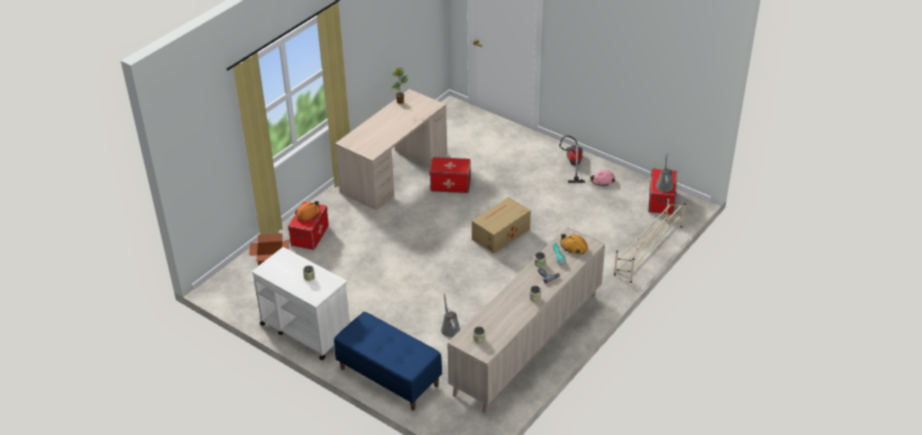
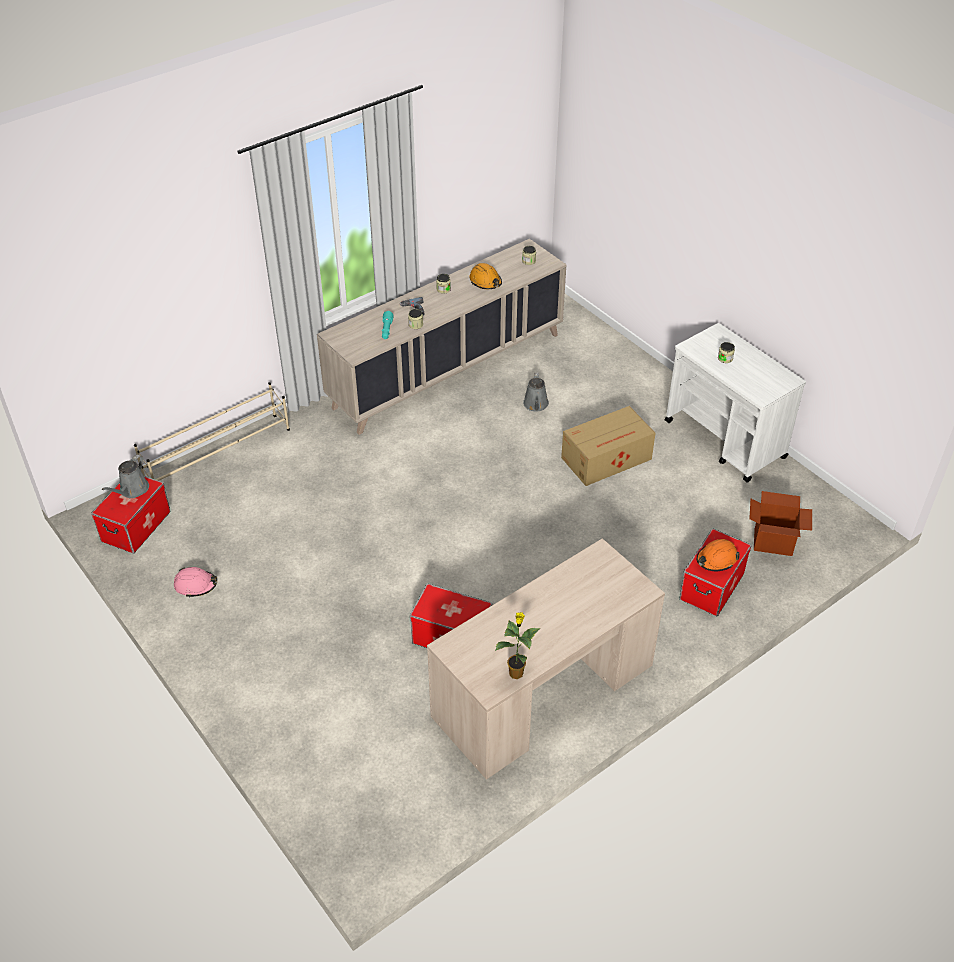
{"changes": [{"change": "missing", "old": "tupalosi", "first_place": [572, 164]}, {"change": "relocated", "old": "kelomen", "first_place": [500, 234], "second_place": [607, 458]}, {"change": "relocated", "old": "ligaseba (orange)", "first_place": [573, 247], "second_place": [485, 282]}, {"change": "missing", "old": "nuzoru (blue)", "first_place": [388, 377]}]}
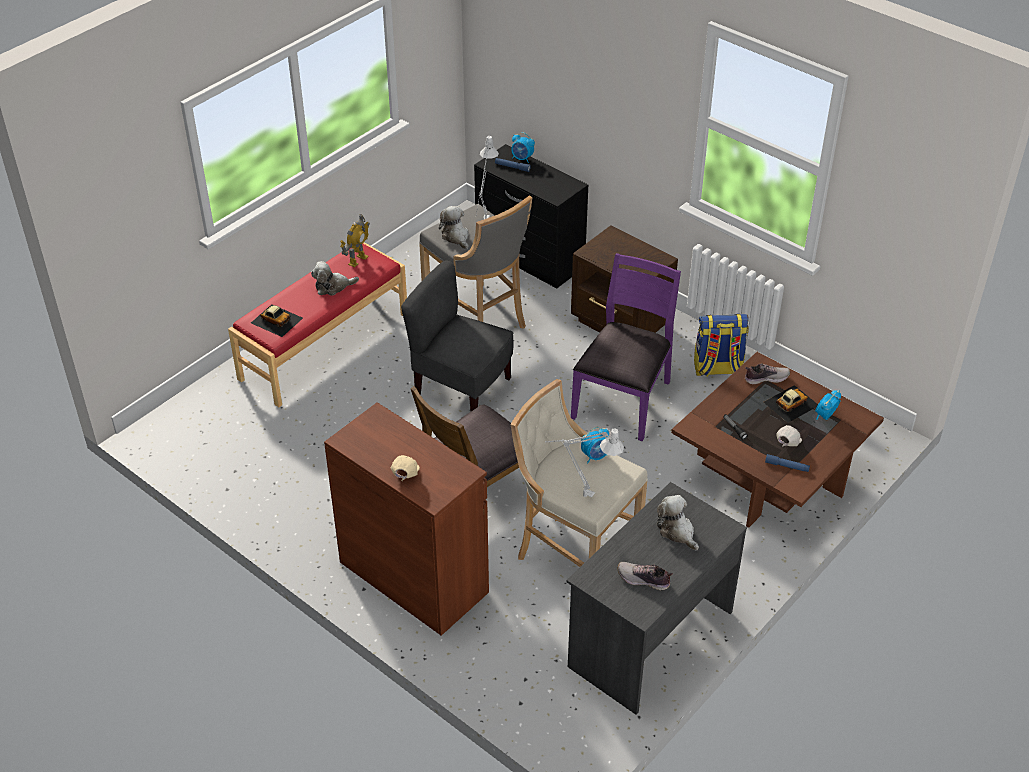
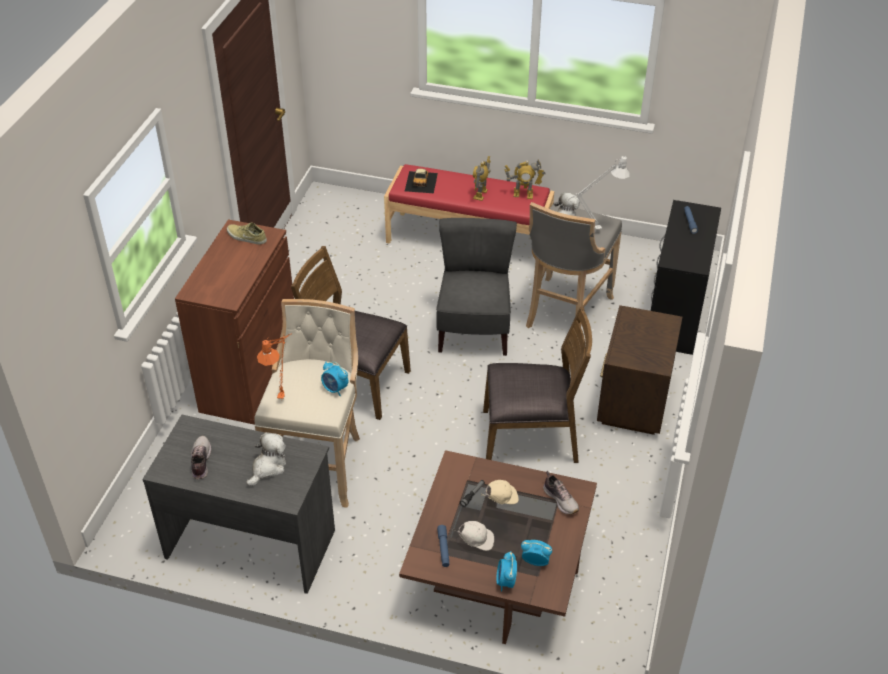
{"changes": [{"change": "relocated", "old": "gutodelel", "first_place": [522, 159], "second_place": [506, 582]}, {"change": "colour", "old": "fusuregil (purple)", "new": "fusuregil (brown)", "first_place": [623, 400], "second_place": [530, 437]}, {"change": "exchanged", "old": "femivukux", "new": "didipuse", "first_place": [333, 286], "second_place": [481, 194]}, {"change": "missing", "old": "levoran", "first_place": [717, 369]}, {"change": "missing", "old": "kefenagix", "first_place": [790, 403]}, {"change": "colour", "old": "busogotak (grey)", "new": "busogotak (orange)", "first_place": [580, 494], "second_place": [284, 393]}, {"change": "relocated", "old": "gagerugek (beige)", "first_place": [405, 475], "second_place": [501, 498]}, {"change": "appeared", "new": "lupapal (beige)", "second_place": [246, 237]}]}
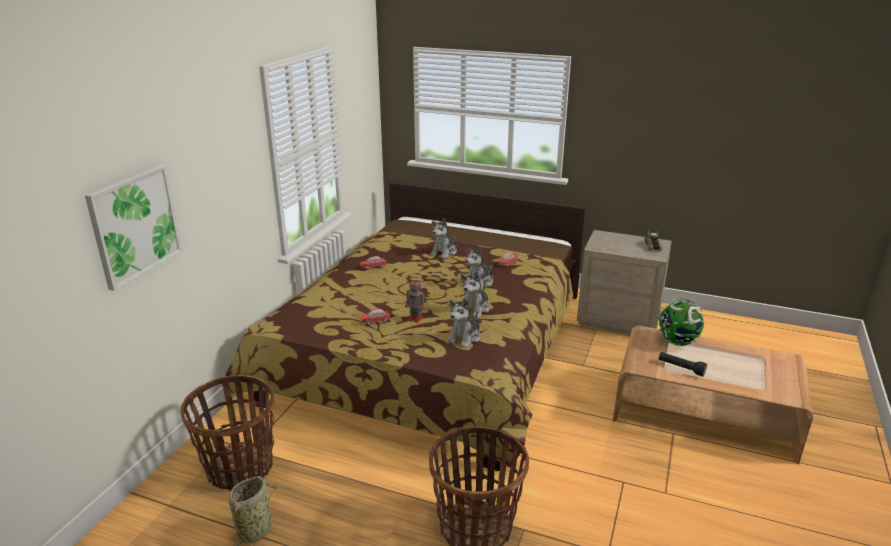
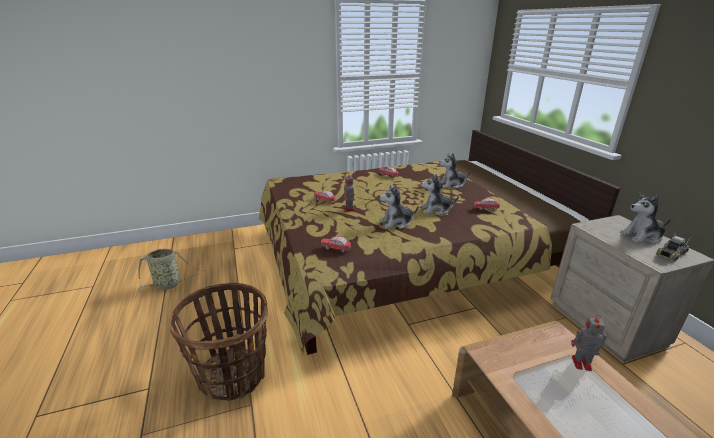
{"changes": [{"change": "missing", "old": "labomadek", "first_place": [135, 225]}, {"change": "relocated", "old": "femivukux", "first_place": [465, 337], "second_place": [642, 236]}, {"change": "exchanged", "old": "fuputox", "new": "didipuse", "first_place": [677, 341], "second_place": [580, 363]}, {"change": "missing", "old": "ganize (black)", "first_place": [681, 368]}, {"change": "missing", "old": "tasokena", "first_place": [240, 468]}, {"change": "appeared", "new": "kefenagix", "second_place": [336, 249]}]}
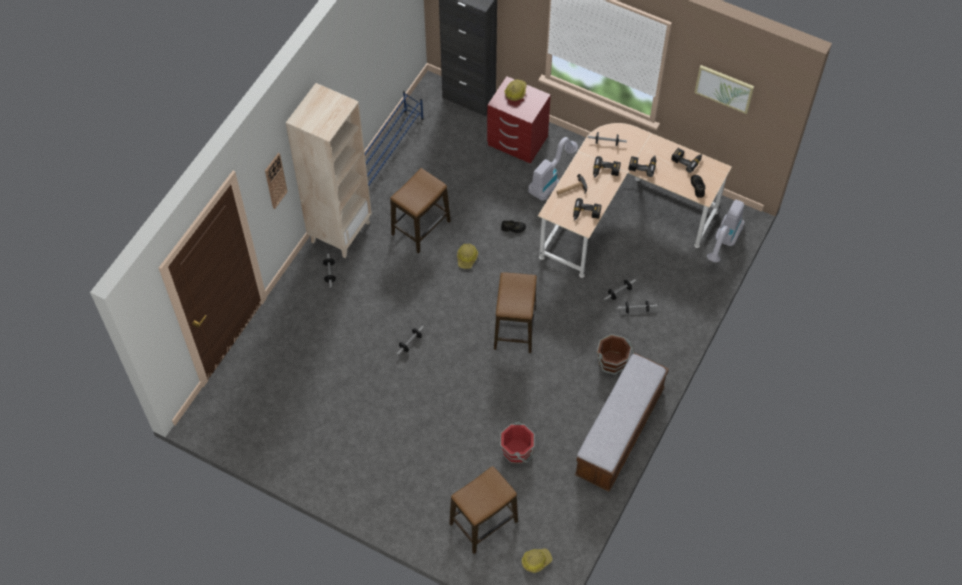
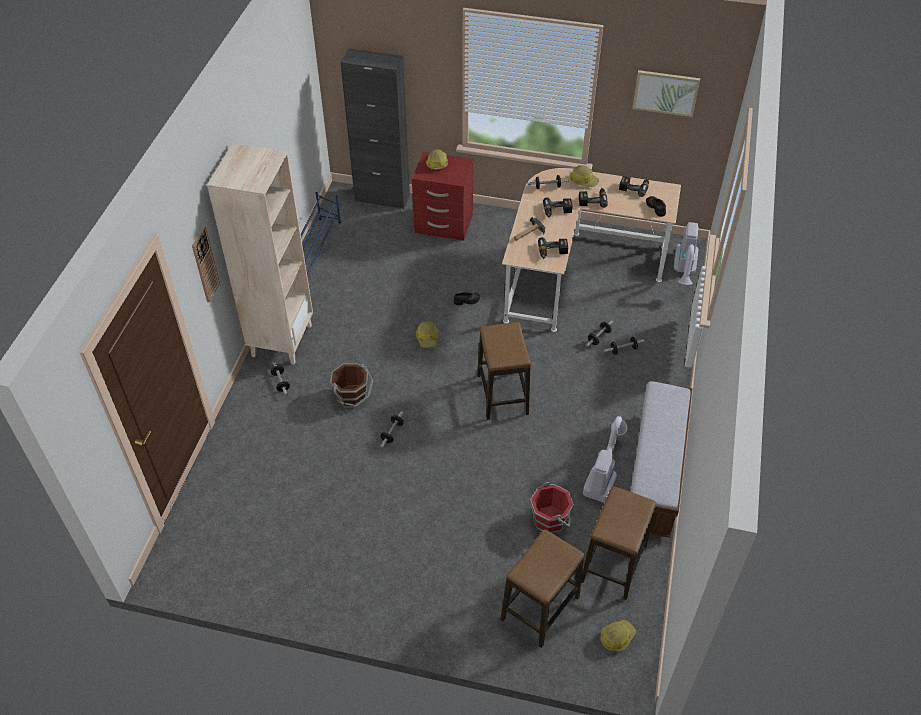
{"changes": [{"change": "relocated", "old": "tupalosi", "first_place": [550, 180], "second_place": [603, 474]}, {"change": "relocated", "old": "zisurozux", "first_place": [421, 228], "second_place": [613, 563]}, {"change": "relocated", "old": "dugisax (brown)", "first_place": [612, 362], "second_place": [352, 396]}, {"change": "appeared", "new": "ligaseba", "second_place": [583, 180]}]}
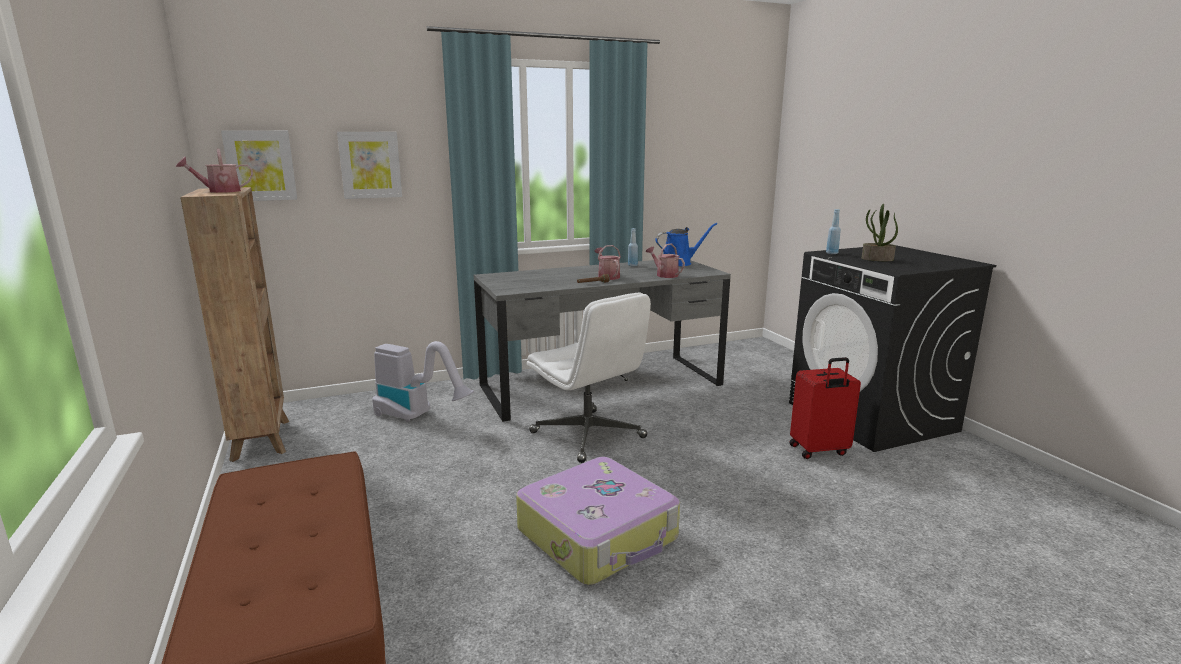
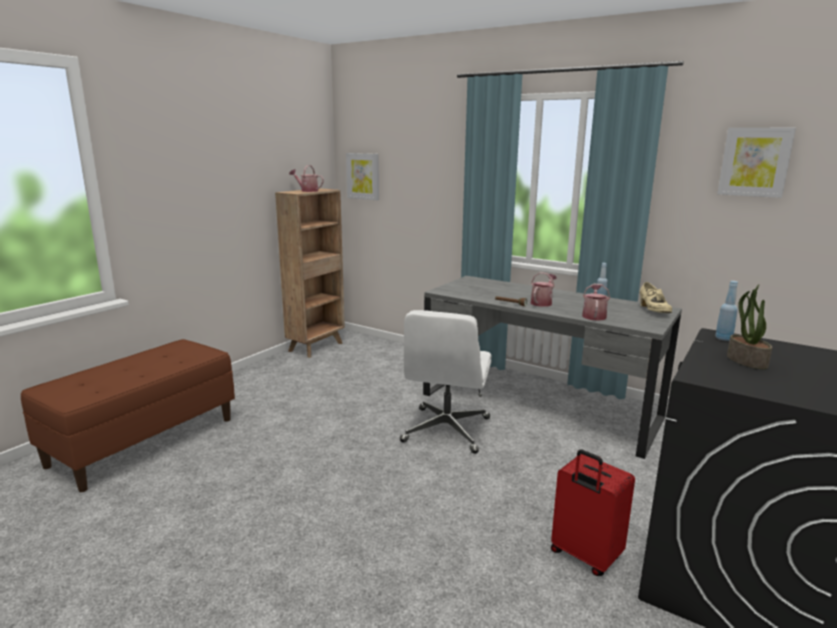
{"changes": [{"change": "relocated", "old": "labomadek", "first_place": [370, 165], "second_place": [755, 162]}, {"change": "exchanged", "old": "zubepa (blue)", "new": "lupapal (beige)", "first_place": [679, 263], "second_place": [653, 311]}, {"change": "missing", "old": "tupalosi", "first_place": [418, 416]}, {"change": "missing", "old": "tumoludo", "first_place": [599, 535]}]}
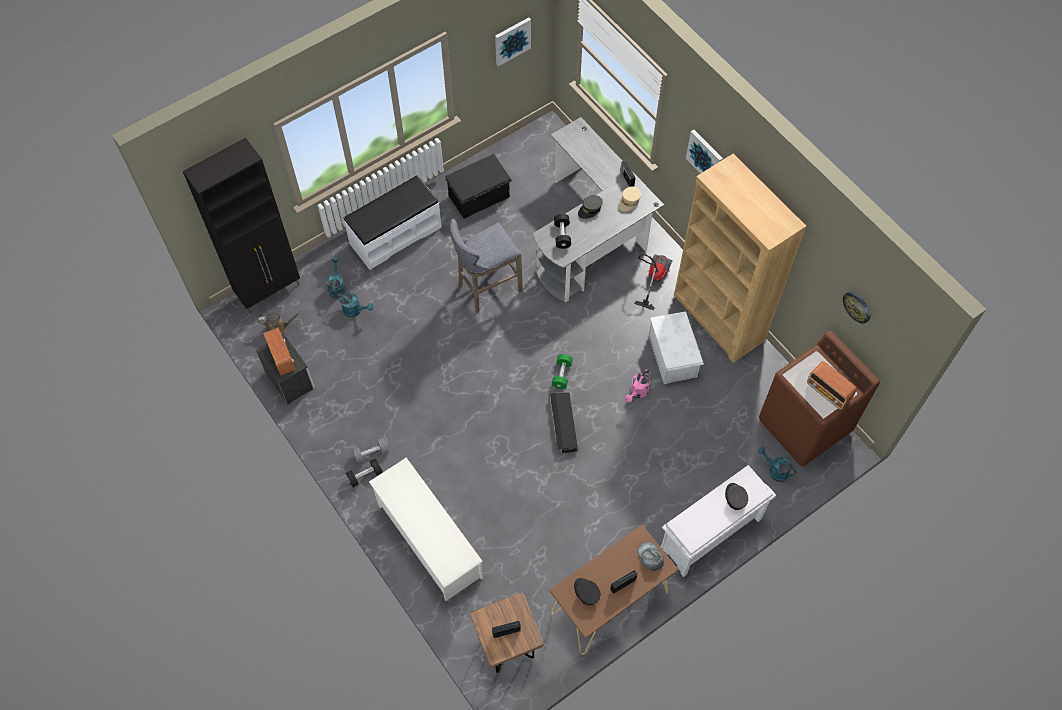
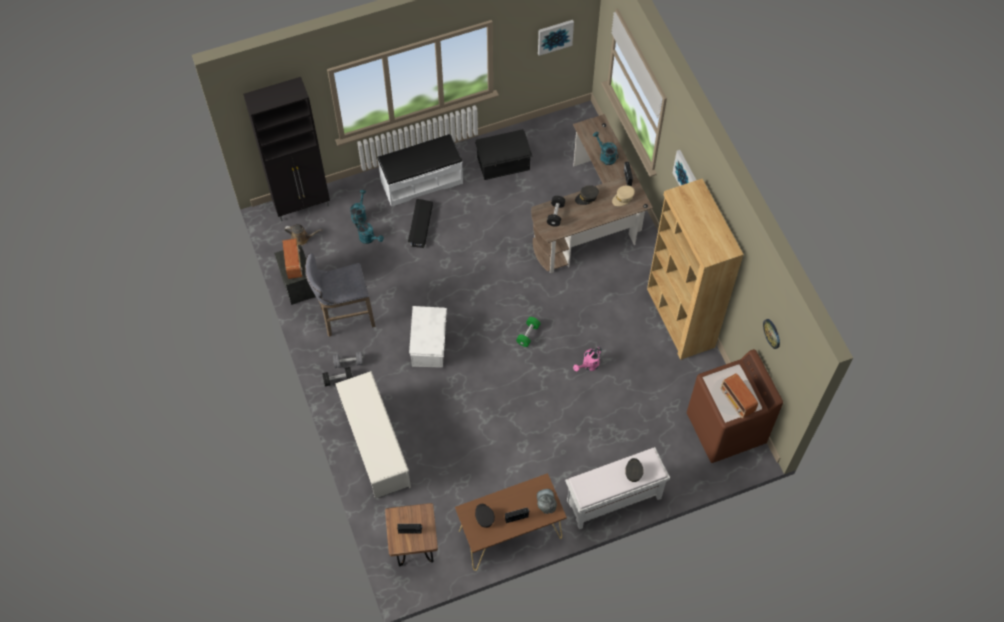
{"changes": [{"change": "colour", "old": "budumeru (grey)", "new": "budumeru (brown)", "first_place": [592, 236], "second_place": [591, 220]}, {"change": "relocated", "old": "zisurozux (grey)", "first_place": [487, 289], "second_place": [344, 317]}, {"change": "missing", "old": "tupalosi", "first_place": [653, 278]}, {"change": "relocated", "old": "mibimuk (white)", "first_place": [673, 355], "second_place": [429, 344]}, {"change": "relocated", "old": "mibimuk (black)", "first_place": [563, 424], "second_place": [420, 225]}, {"change": "relocated", "old": "zubepa (turquoise)", "first_place": [775, 470], "second_place": [605, 156]}]}
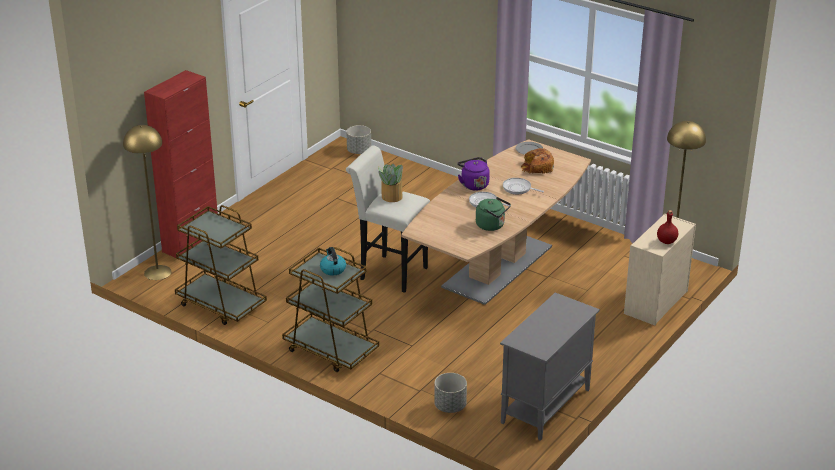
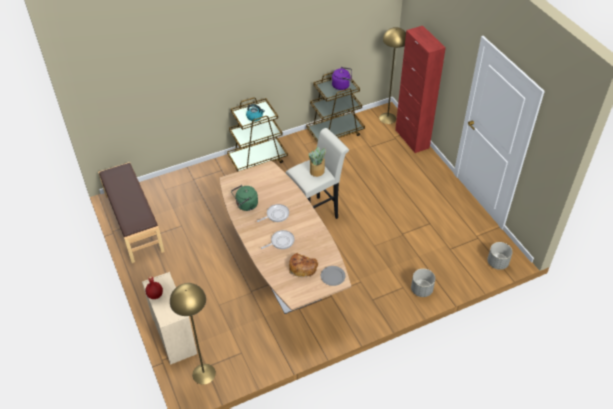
{"changes": [{"change": "relocated", "old": "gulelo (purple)", "first_place": [473, 184], "second_place": [342, 85]}, {"change": "exchanged", "old": "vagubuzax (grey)", "new": "nuzoru (brown)", "first_place": [545, 407], "second_place": [133, 223]}, {"change": "relocated", "old": "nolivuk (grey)", "first_place": [450, 406], "second_place": [421, 290]}]}
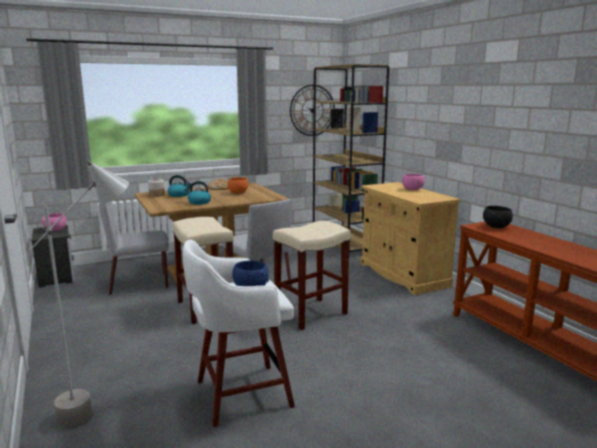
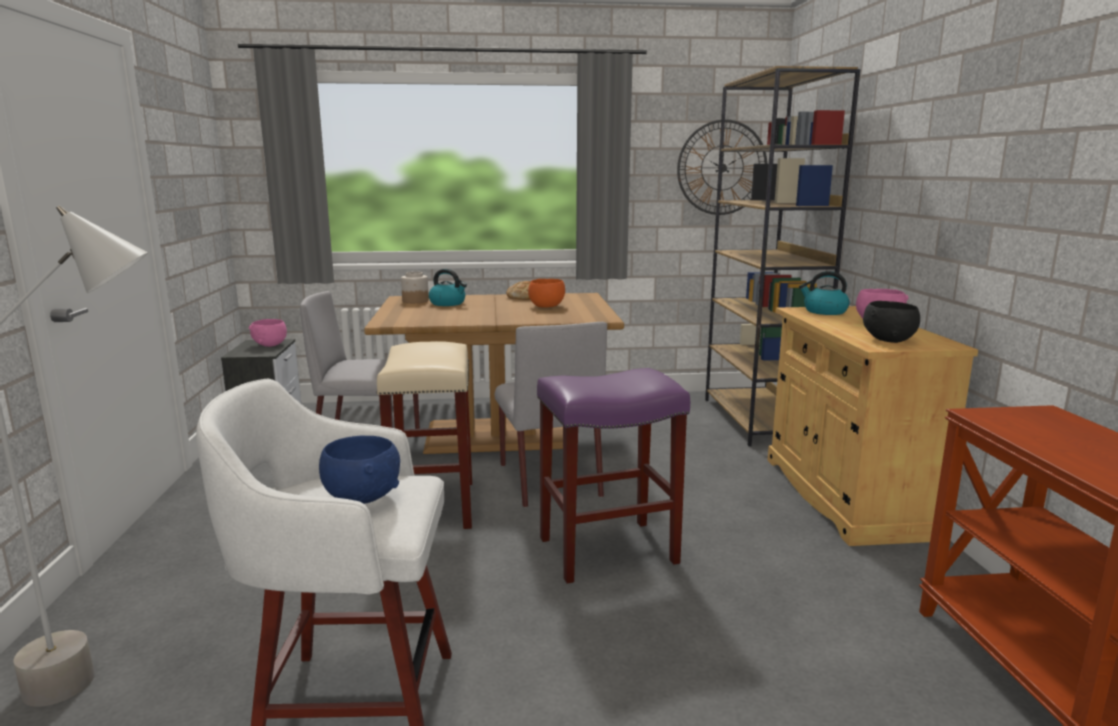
{"changes": [{"change": "relocated", "old": "gulelo", "first_place": [199, 202], "second_place": [824, 311]}, {"change": "relocated", "old": "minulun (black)", "first_place": [496, 227], "second_place": [889, 340]}, {"change": "colour", "old": "zisurozux (beige)", "new": "zisurozux (purple)", "first_place": [311, 313], "second_place": [609, 549]}]}
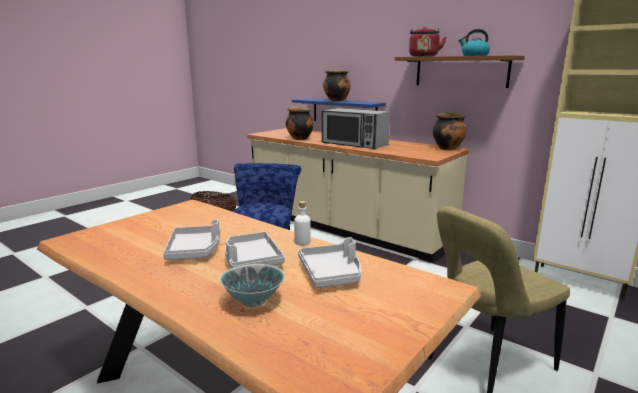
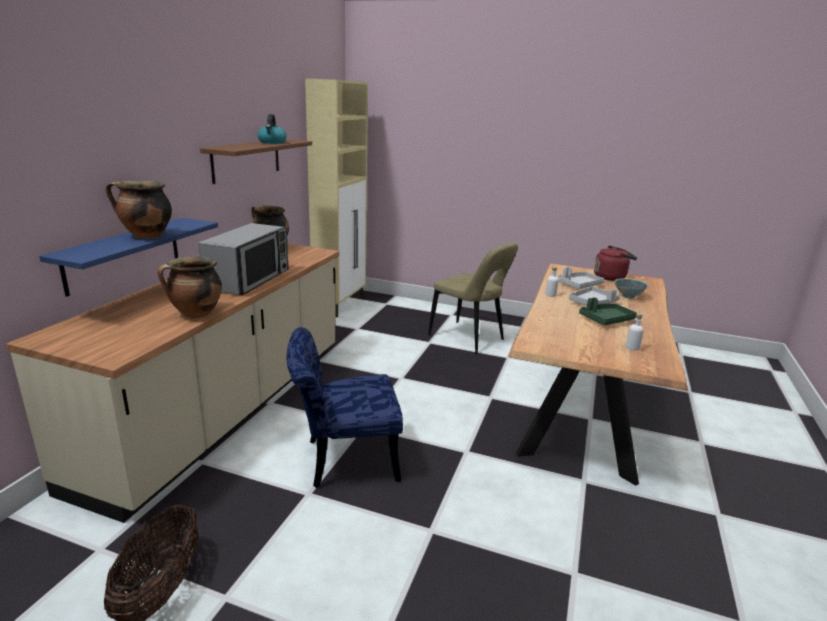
{"changes": [{"change": "relocated", "old": "gulelo (red)", "first_place": [423, 56], "second_place": [611, 277]}, {"change": "colour", "old": "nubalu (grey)", "new": "nubalu (green)", "first_place": [195, 250], "second_place": [606, 320]}, {"change": "appeared", "new": "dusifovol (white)", "second_place": [632, 347]}]}
